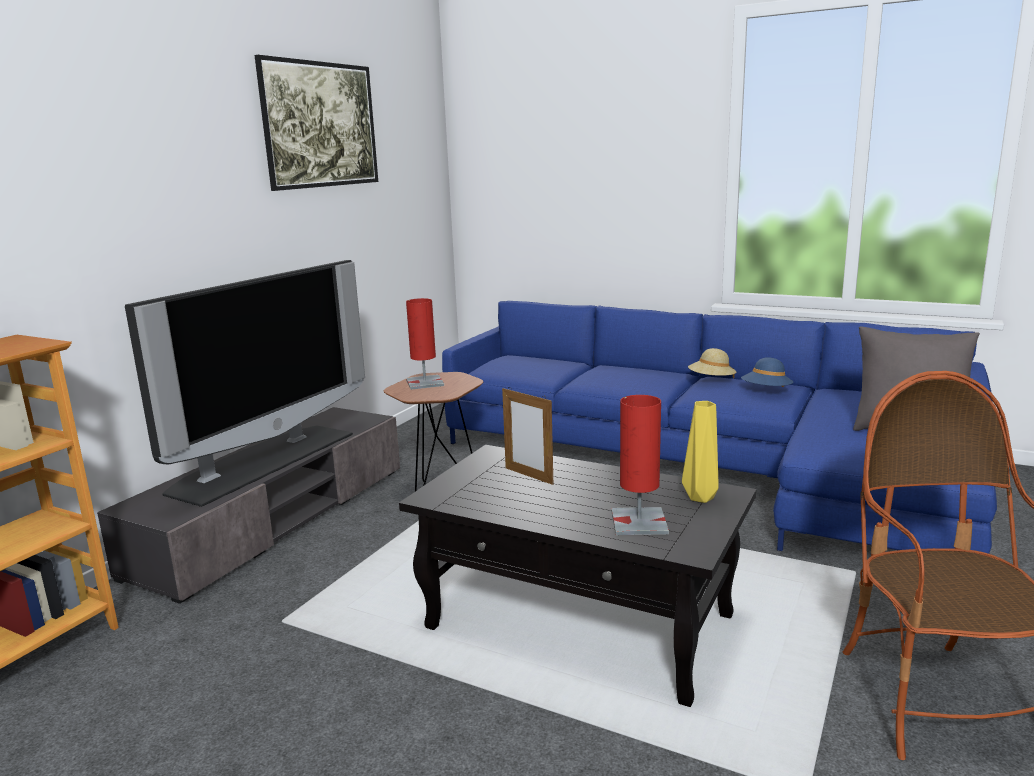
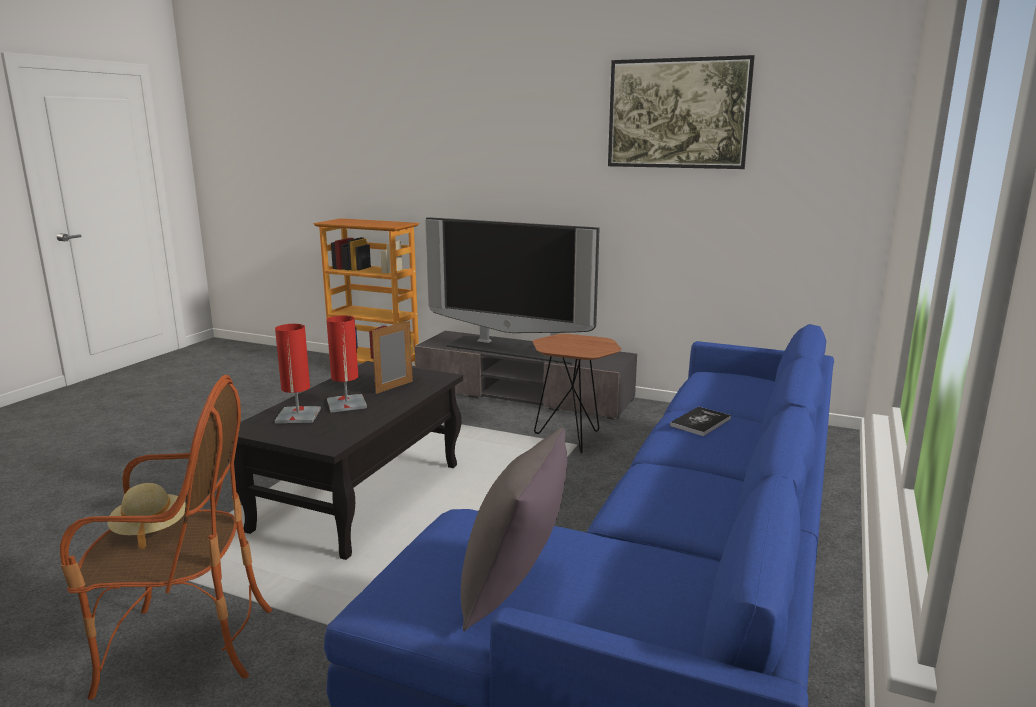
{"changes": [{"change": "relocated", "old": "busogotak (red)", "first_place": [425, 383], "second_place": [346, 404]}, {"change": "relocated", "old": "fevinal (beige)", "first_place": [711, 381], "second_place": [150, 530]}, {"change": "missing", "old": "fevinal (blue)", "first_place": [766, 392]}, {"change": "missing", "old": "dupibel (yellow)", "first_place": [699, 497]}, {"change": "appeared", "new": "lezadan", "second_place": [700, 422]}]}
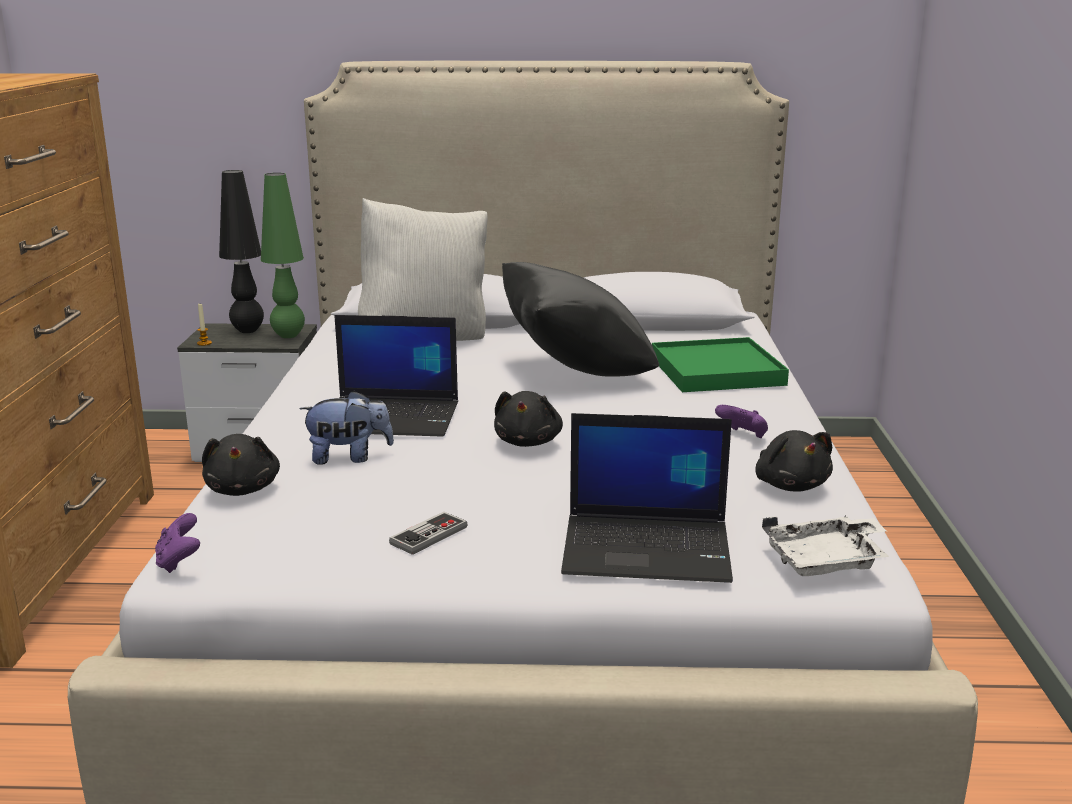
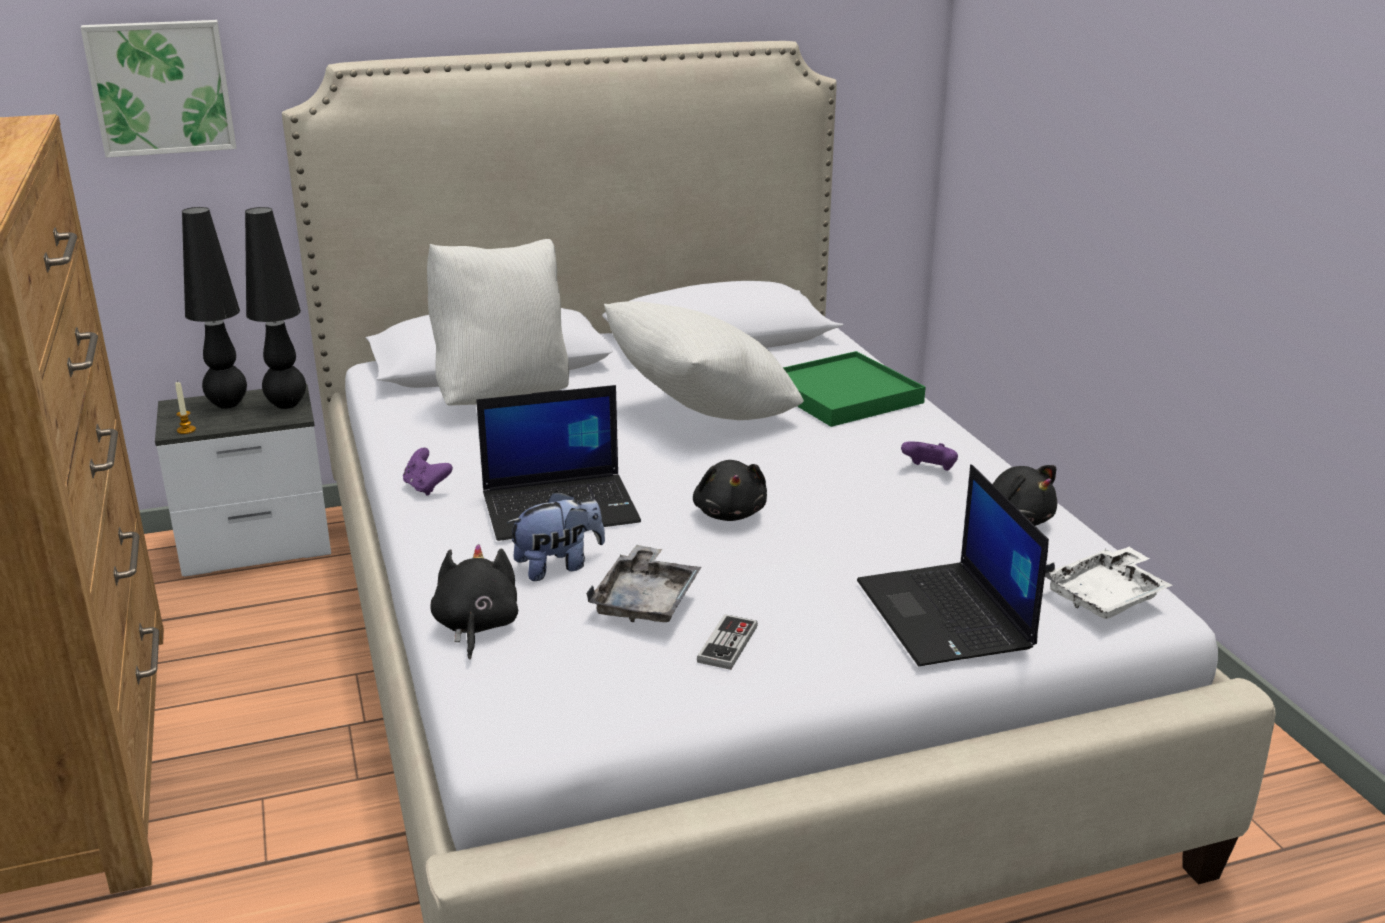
{"changes": [{"change": "colour", "old": "busogotak (green)", "new": "busogotak (black)", "first_place": [289, 336], "second_place": [287, 405]}, {"change": "colour", "old": "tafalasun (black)", "new": "tafalasun (white)", "first_place": [575, 372], "second_place": [702, 416]}, {"change": "spun", "old": "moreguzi", "first_place": [649, 548], "second_place": [947, 616], "degrees": 90}, {"change": "spun", "old": "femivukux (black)", "first_place": [243, 489], "second_place": [476, 627], "degrees": -150}, {"change": "relocated", "old": "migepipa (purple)", "first_place": [179, 562], "second_place": [426, 487]}, {"change": "appeared", "new": "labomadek", "second_place": [161, 87]}, {"change": "appeared", "new": "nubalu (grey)", "second_place": [646, 601]}]}
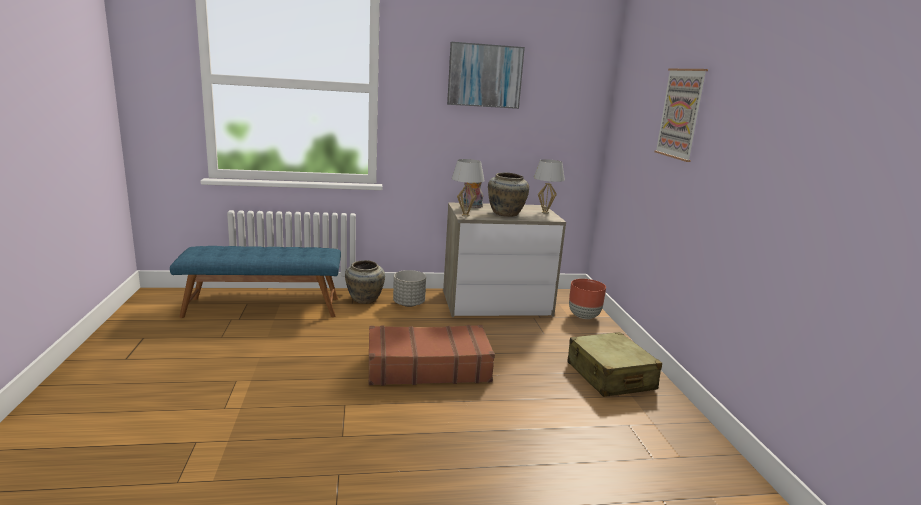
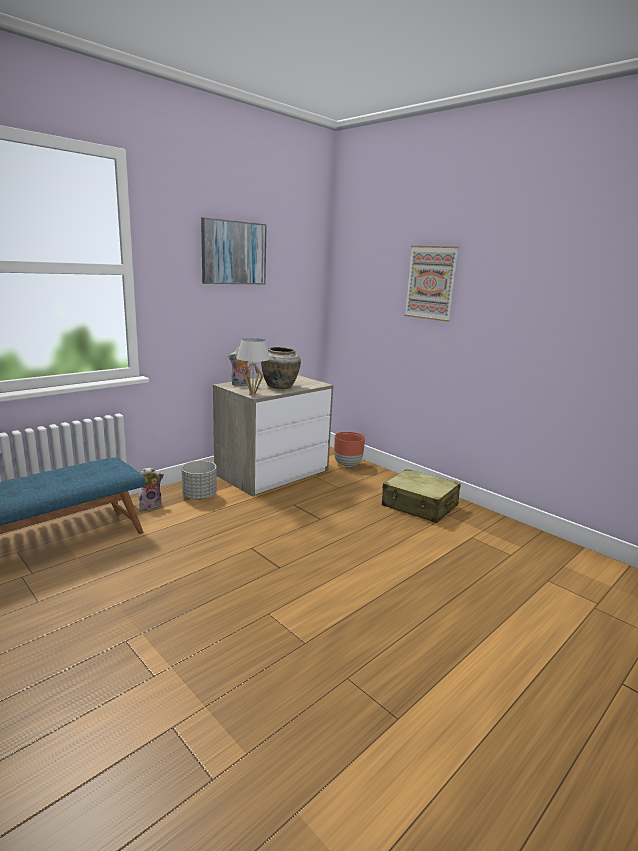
{"changes": [{"change": "missing", "old": "busogotak (white)", "first_place": [545, 212]}, {"change": "exchanged", "old": "dupibel (beige)", "new": "femivukux", "first_place": [364, 299], "second_place": [151, 505]}, {"change": "missing", "old": "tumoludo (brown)", "first_place": [427, 367]}]}
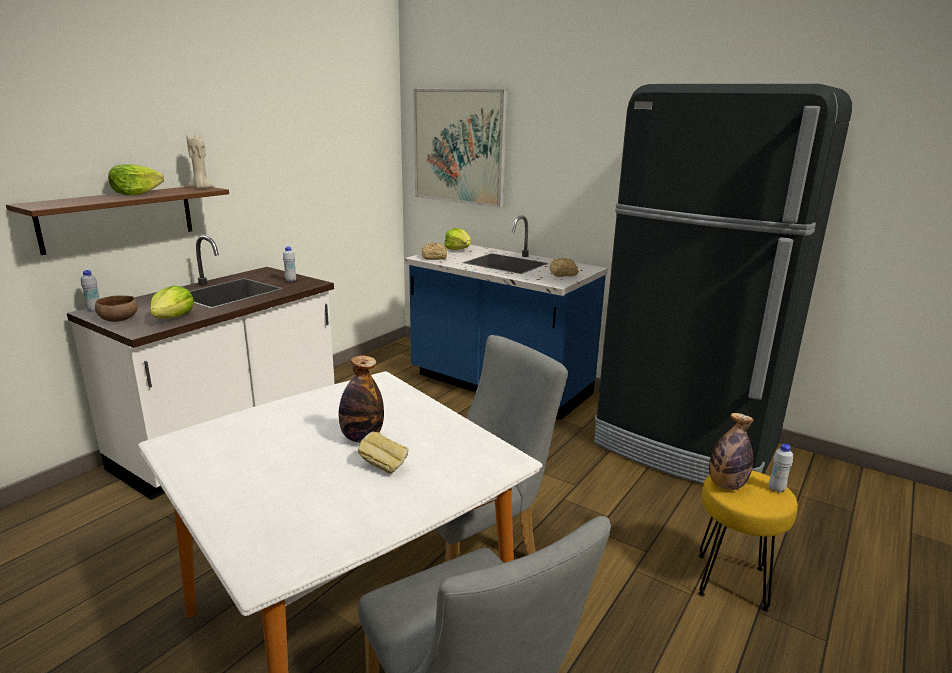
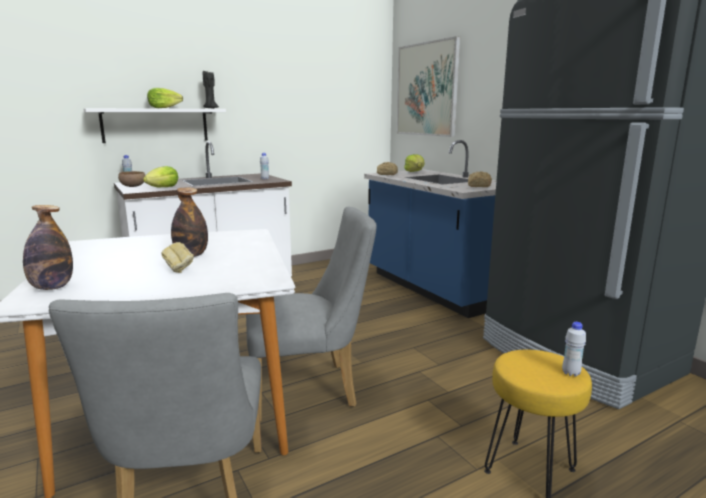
{"changes": [{"change": "colour", "old": "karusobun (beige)", "new": "karusobun (black)", "first_place": [201, 188], "second_place": [210, 108]}, {"change": "colour", "old": "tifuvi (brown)", "new": "tifuvi (white)", "first_place": [118, 218], "second_place": [155, 125]}, {"change": "relocated", "old": "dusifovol", "first_place": [726, 485], "second_place": [52, 287]}]}
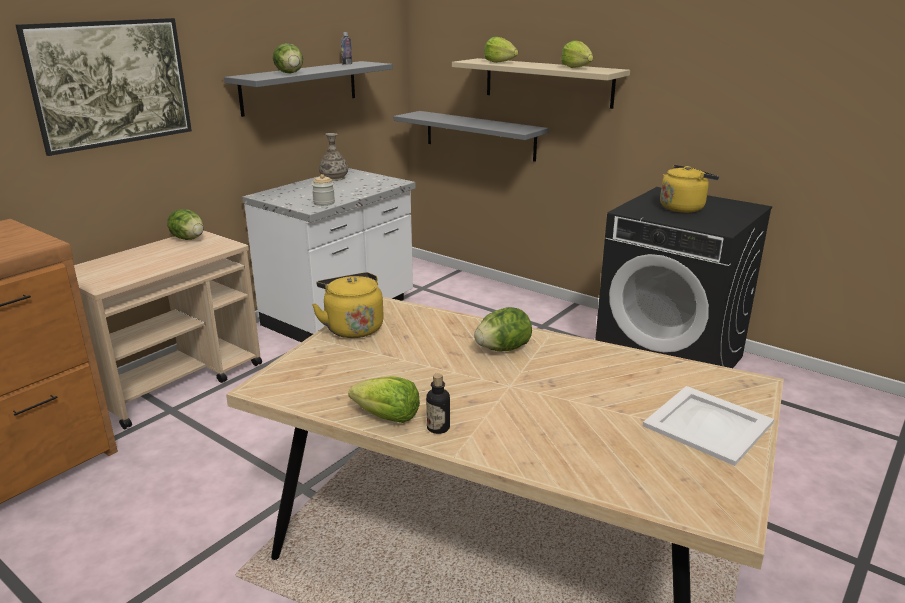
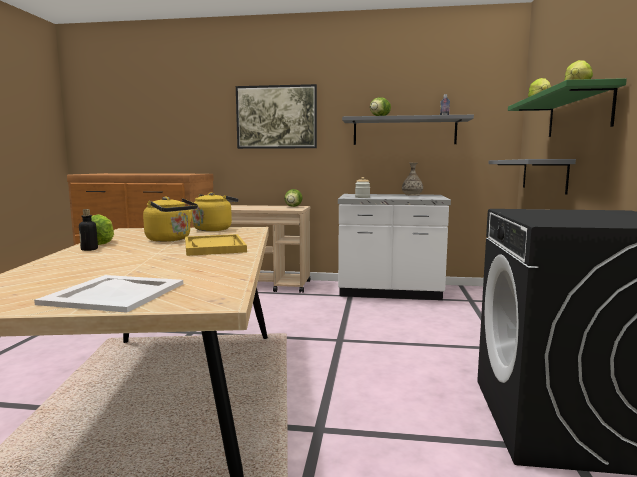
{"changes": [{"change": "colour", "old": "tifuvi (beige)", "new": "tifuvi (green)", "first_place": [547, 82], "second_place": [578, 113]}, {"change": "relocated", "old": "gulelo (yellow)", "first_place": [683, 208], "second_place": [171, 239]}, {"change": "exchanged", "old": "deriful", "new": "nubalu (yellow)", "first_place": [503, 349], "second_place": [214, 247]}]}
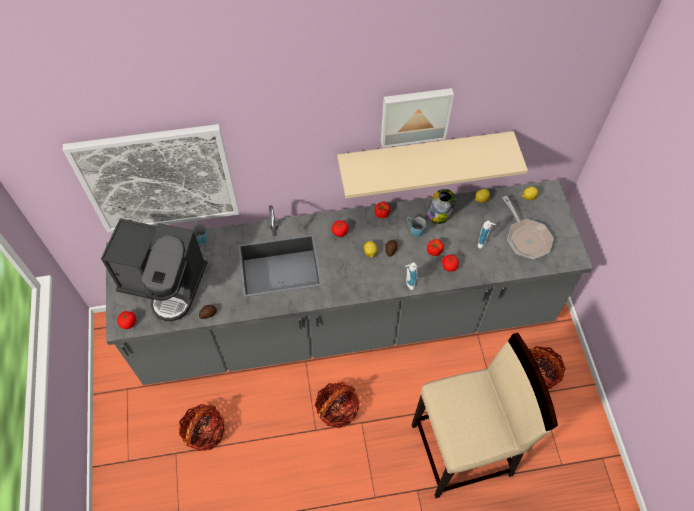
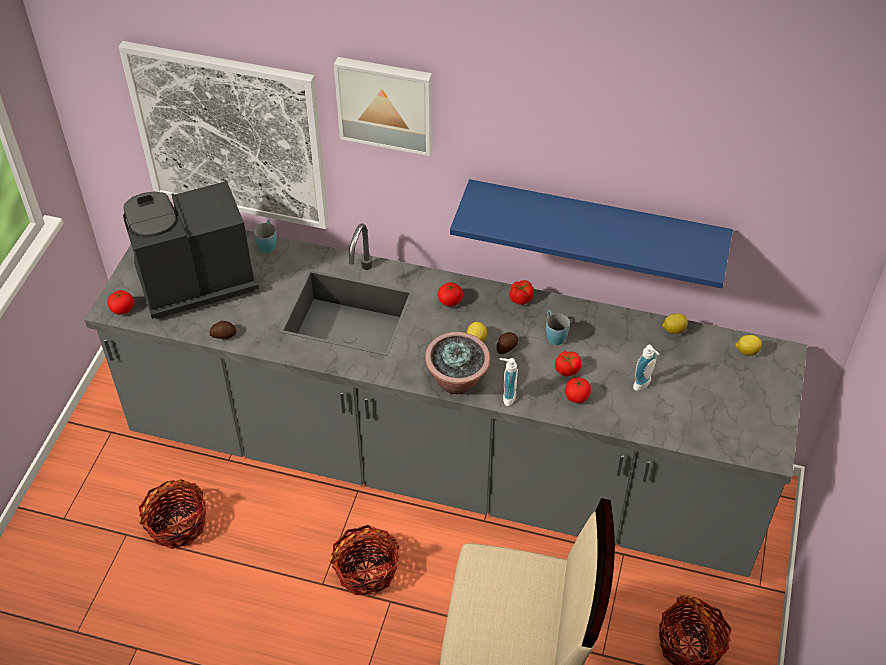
{"changes": [{"change": "relocated", "old": "labomadek", "first_place": [415, 115], "second_place": [386, 103]}, {"change": "colour", "old": "tifuvi (beige)", "new": "tifuvi (blue)", "first_place": [424, 155], "second_place": [595, 226]}, {"change": "missing", "old": "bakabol", "first_place": [439, 214]}, {"change": "missing", "old": "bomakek", "first_place": [526, 238]}, {"change": "spun", "old": "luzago", "first_place": [165, 283], "second_place": [192, 280], "degrees": 120}, {"change": "appeared", "new": "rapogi", "second_place": [457, 381]}]}
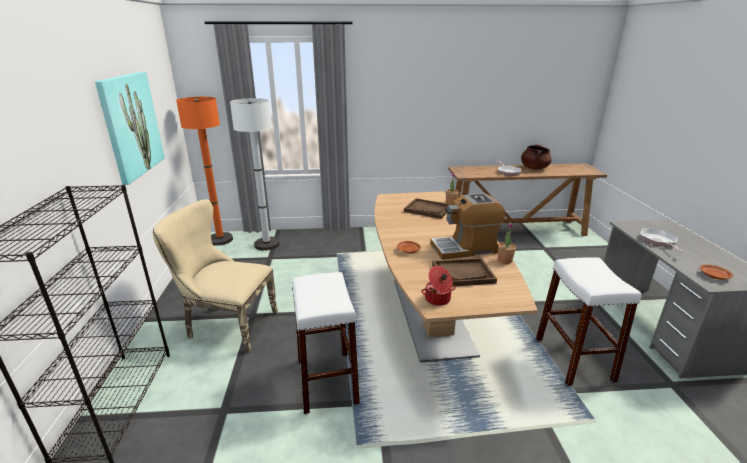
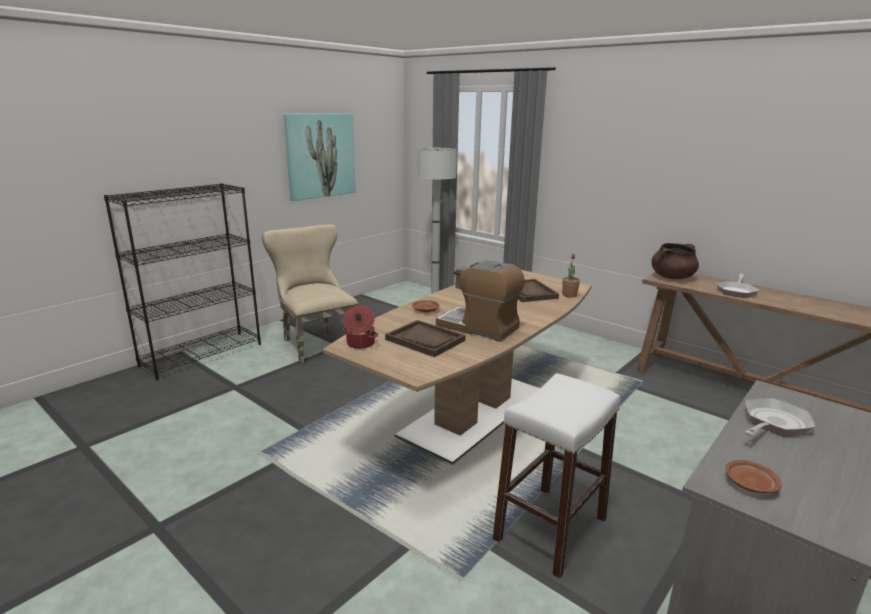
{"changes": [{"change": "missing", "old": "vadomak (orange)", "first_place": [220, 240]}, {"change": "relocated", "old": "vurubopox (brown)", "first_place": [534, 168], "second_place": [672, 277]}, {"change": "missing", "old": "rapogi", "first_place": [504, 260]}, {"change": "missing", "old": "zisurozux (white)", "first_place": [327, 380]}]}
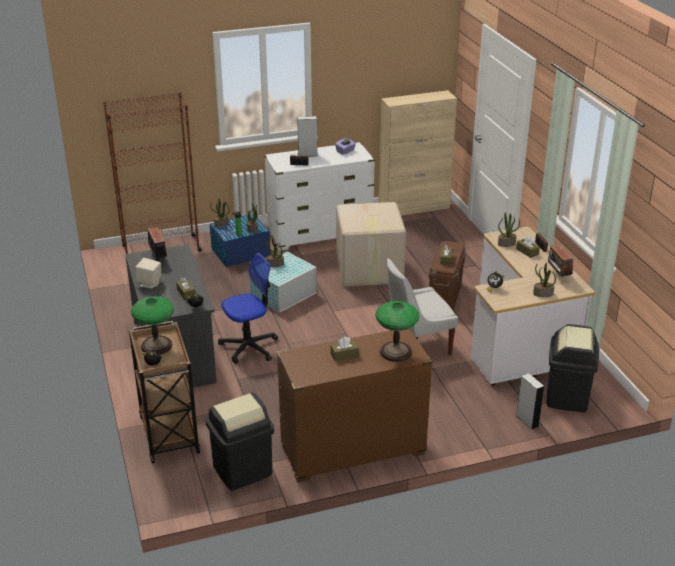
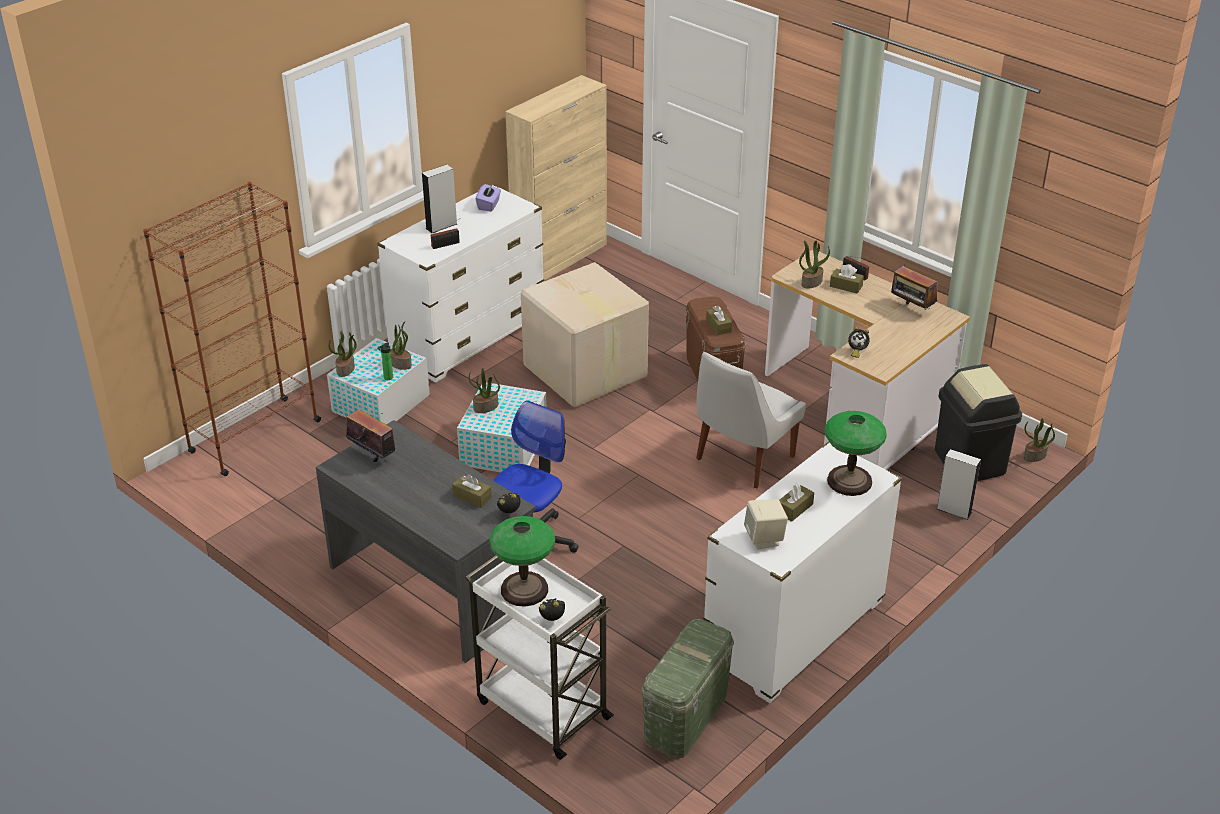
{"changes": [{"change": "colour", "old": "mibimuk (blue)", "new": "mibimuk (white)", "first_place": [239, 252], "second_place": [379, 404]}, {"change": "relocated", "old": "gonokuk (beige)", "first_place": [150, 283], "second_place": [764, 539]}, {"change": "relocated", "old": "rapogi", "first_place": [543, 294], "second_place": [1035, 456]}, {"change": "colour", "old": "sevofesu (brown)", "new": "sevofesu (white)", "first_place": [169, 433], "second_place": [541, 708]}, {"change": "colour", "old": "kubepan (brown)", "new": "kubepan (white)", "first_place": [352, 450], "second_place": [794, 632]}, {"change": "exchanged", "old": "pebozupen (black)", "new": "mibimuk (green)", "first_place": [242, 470], "second_place": [686, 717]}]}
